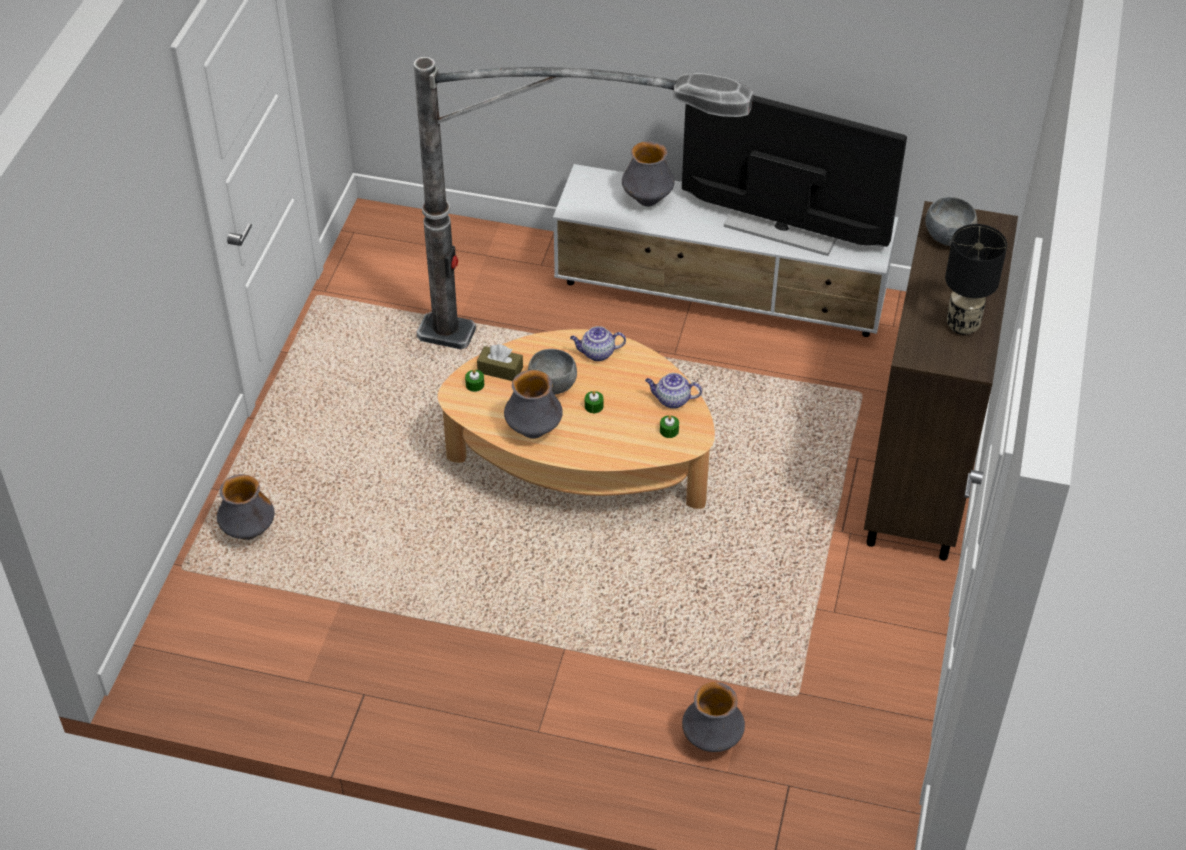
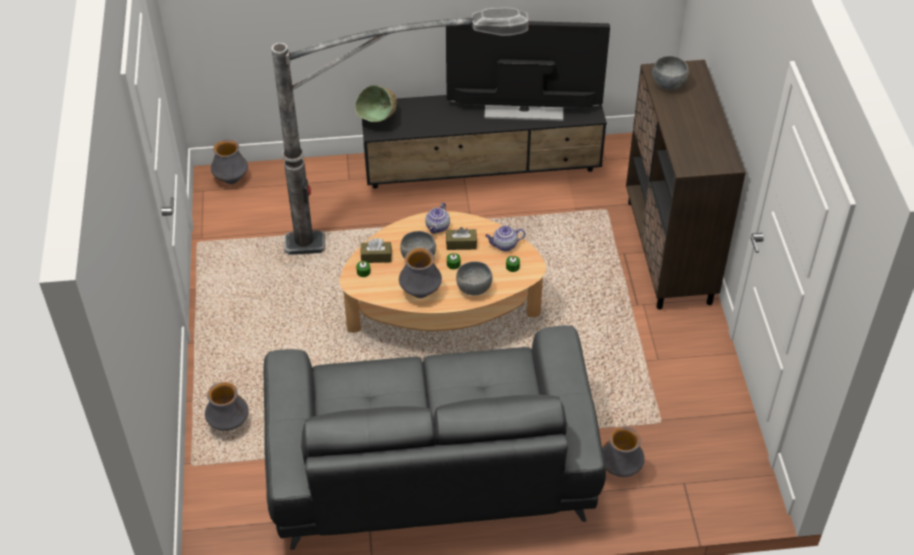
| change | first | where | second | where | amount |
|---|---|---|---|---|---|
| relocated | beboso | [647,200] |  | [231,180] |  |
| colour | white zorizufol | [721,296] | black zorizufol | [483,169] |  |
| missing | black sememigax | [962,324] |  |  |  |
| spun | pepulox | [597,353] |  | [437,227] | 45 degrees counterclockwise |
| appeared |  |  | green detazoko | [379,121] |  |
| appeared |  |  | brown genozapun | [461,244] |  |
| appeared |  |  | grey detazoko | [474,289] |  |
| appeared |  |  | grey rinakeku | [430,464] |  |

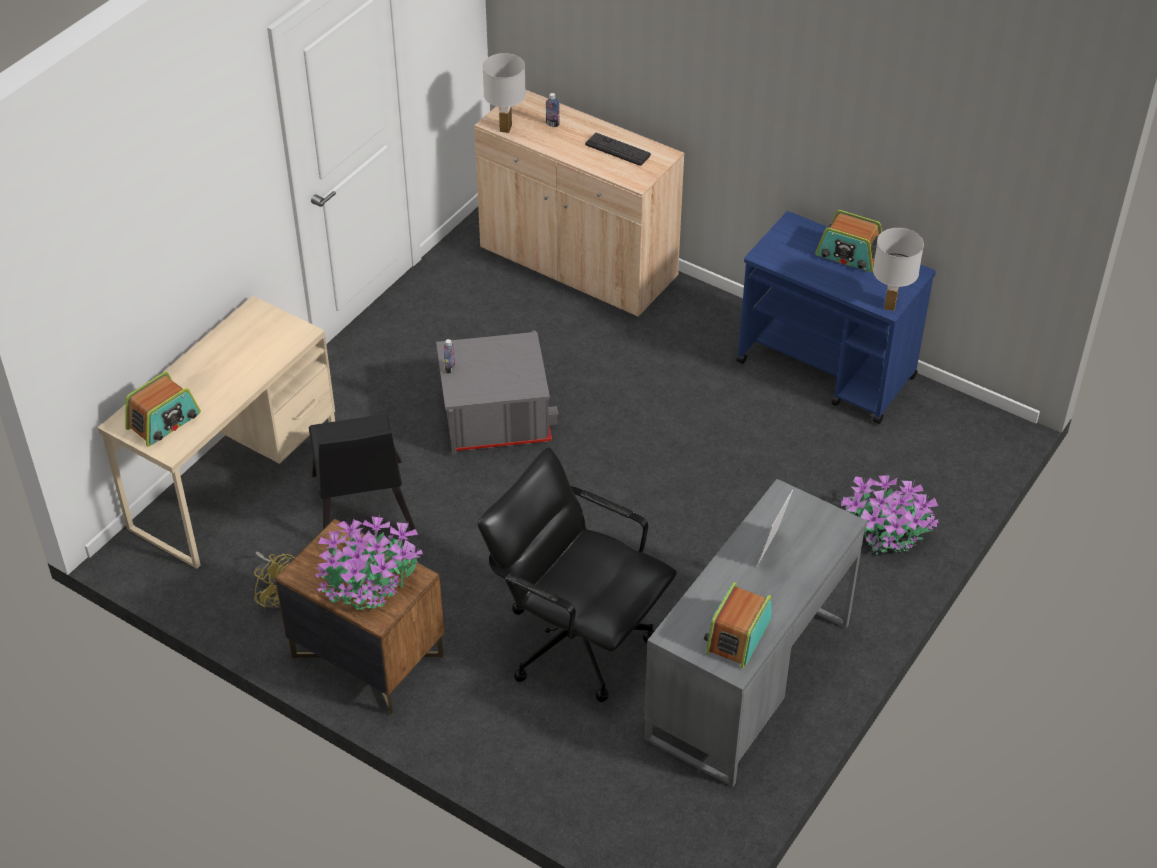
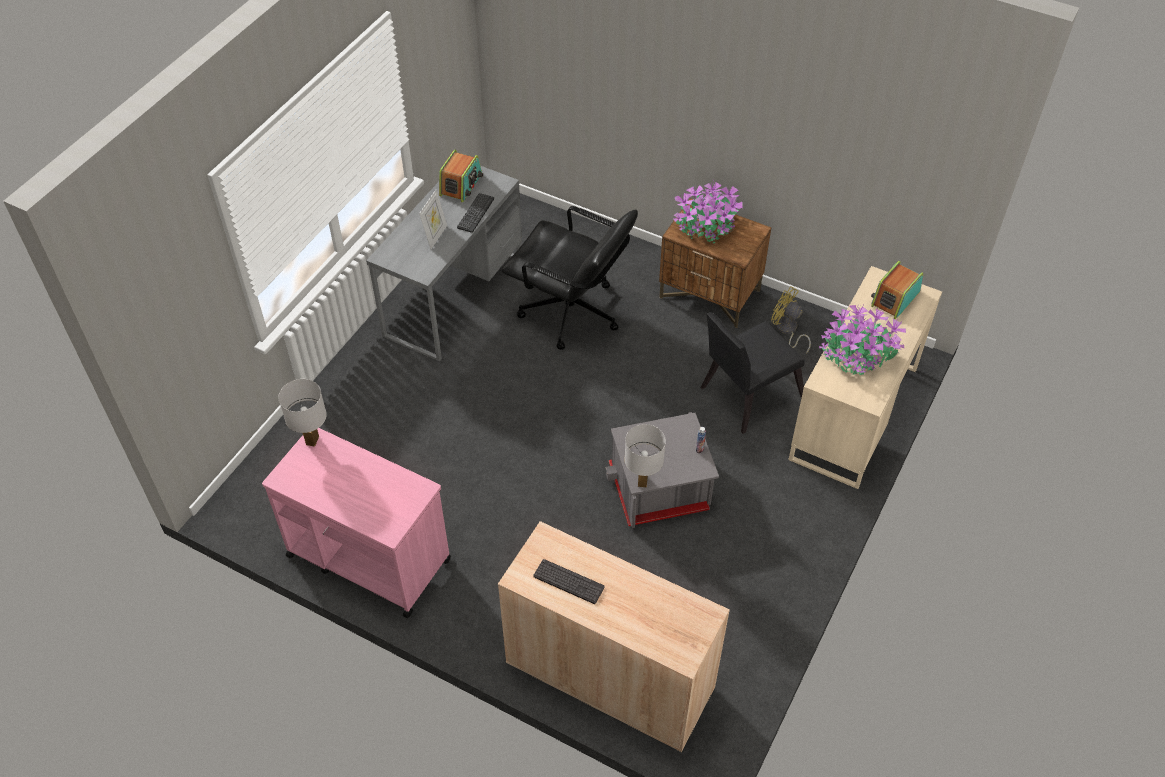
| change | first | where | second | where | amount |
|---|---|---|---|---|---|
| relocated | white sememigax | [506,128] |  | [642,481] |  |
| missing | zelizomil | [552,124] |  |  |  |
| missing | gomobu | [849,254] |  |  |  |
| colour | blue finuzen | [827,370] | pink finuzen | [368,557] |  |
| spun | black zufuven | [362,510] |  | [746,396] | 105 degrees counterclockwise |
| relocated | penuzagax | [887,532] |  | [857,356] |  |
| appeared |  |  | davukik | [475,213] |  |

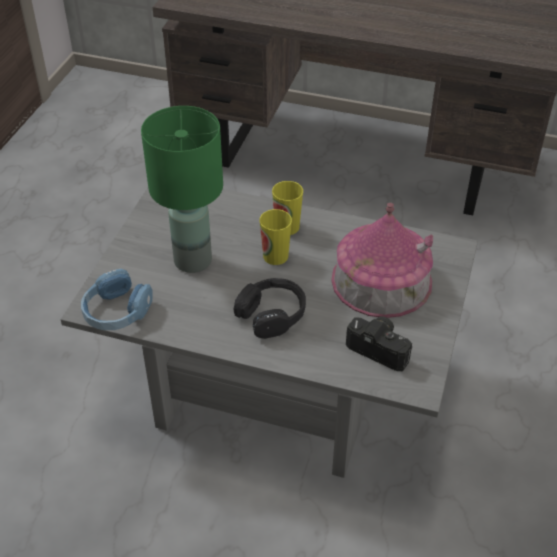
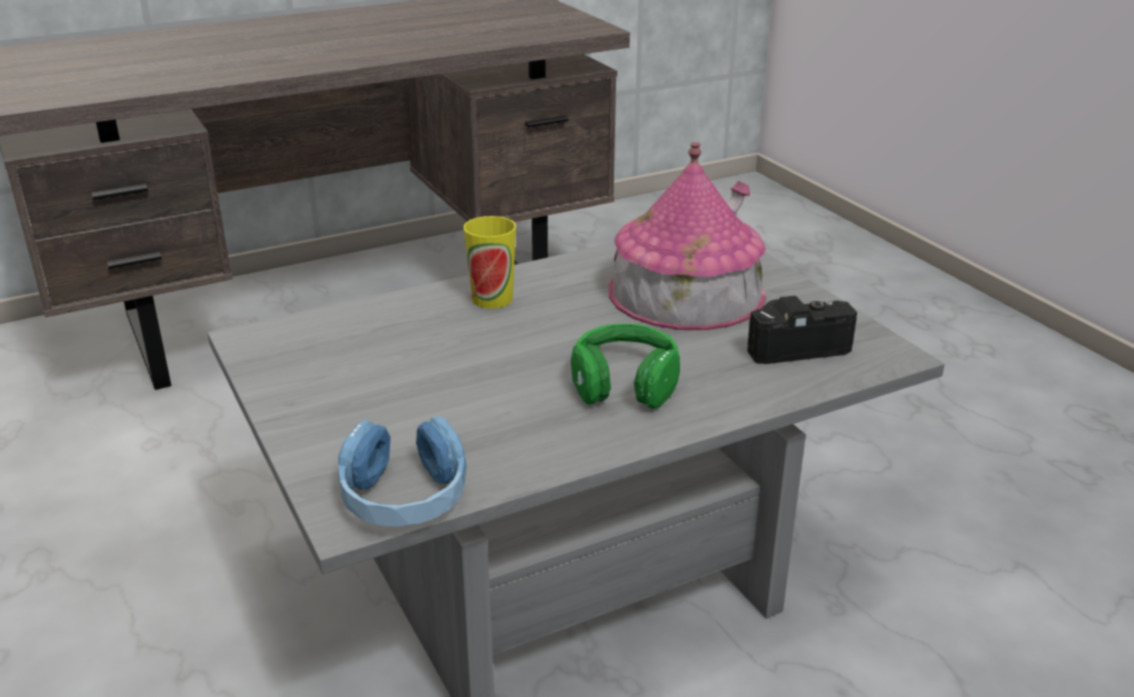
| change | first | where | second | where | amount |
|---|---|---|---|---|---|
| missing | green sememigax | [192,261] |  |  |  |
| missing | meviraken | [275,256] |  |  |  |
| colour | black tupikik | [272,315] | green tupikik | [624,382] |  |

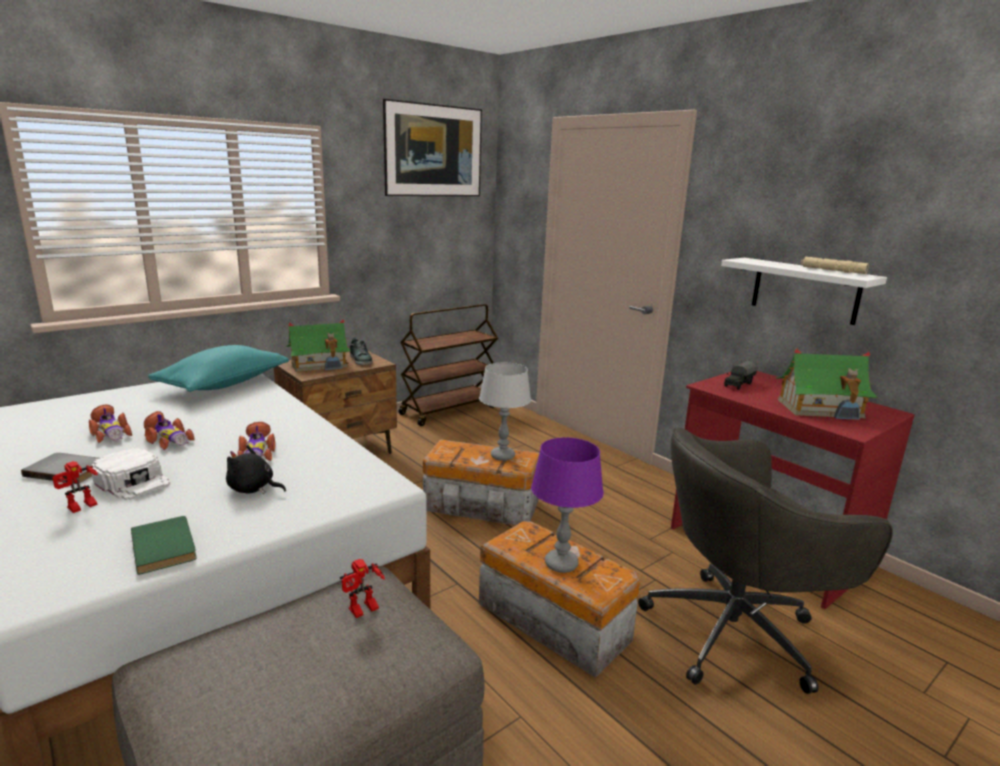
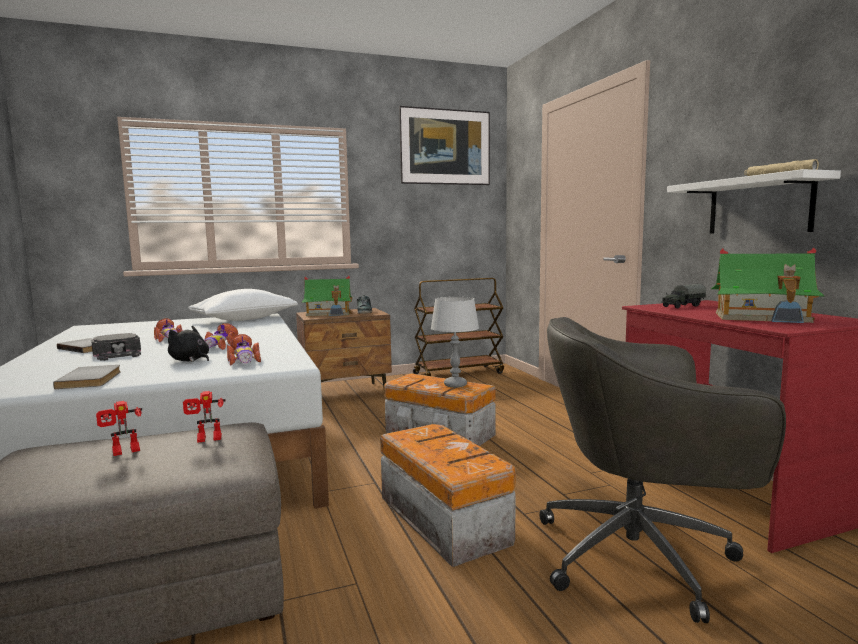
| change | first | where | second | where | amount |
|---|---|---|---|---|---|
| colour | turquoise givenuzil | [224,384] | white givenuzil | [245,319] |  |
| relocated | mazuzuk | [110,433] |  | [244,360] |  |
| missing | purple sememigax | [561,564] |  |  |  |
| colour | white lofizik | [133,481] | black lofizik | [118,353] |  |
| relocated | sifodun | [81,508] |  | [124,452] |  |
| colour | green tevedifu | [167,546] | grey tevedifu | [92,379] |  |

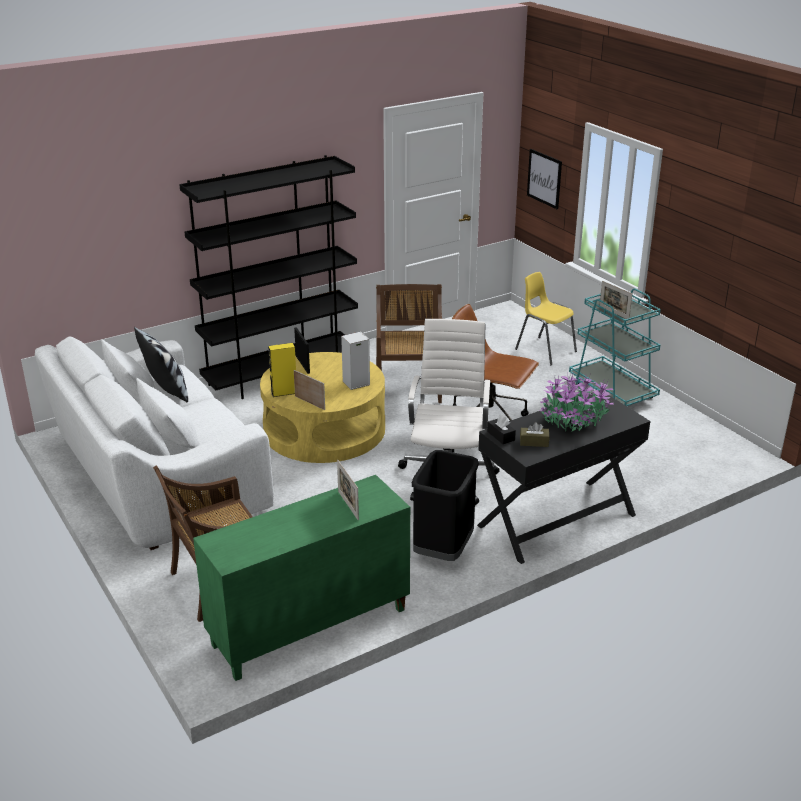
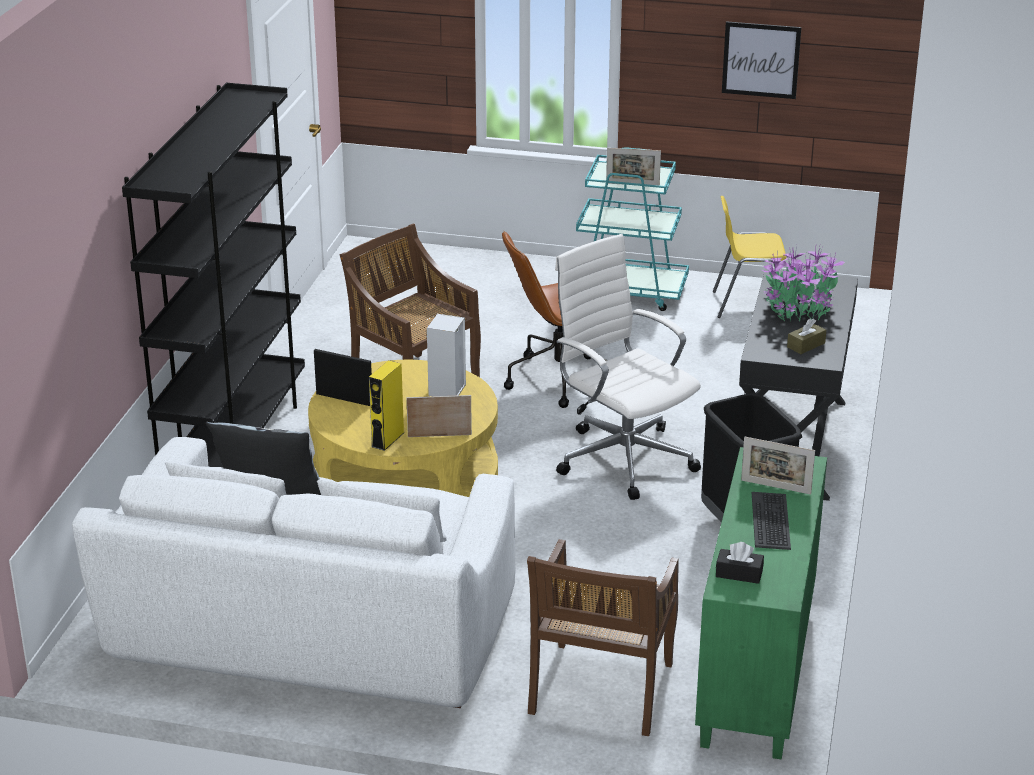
| change | first | where | second | where | amount |
|---|---|---|---|---|---|
| relocated | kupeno | [544,178] |  | [761,60] |  |
| relocated | yellow zufuven | [545,350] |  | [749,304] |  |
| relocated | black genozapun | [501,436] |  | [739,574] |  |
| appeared |  |  | davukik | [771,521] |  |

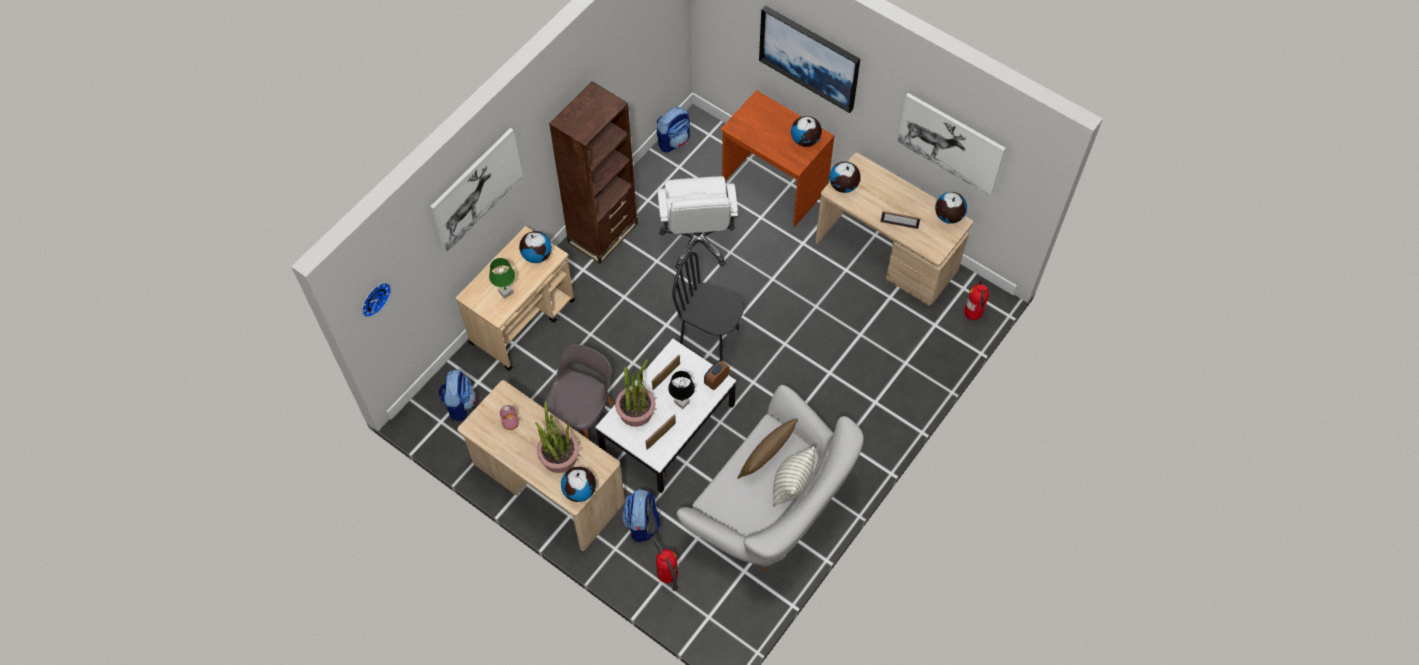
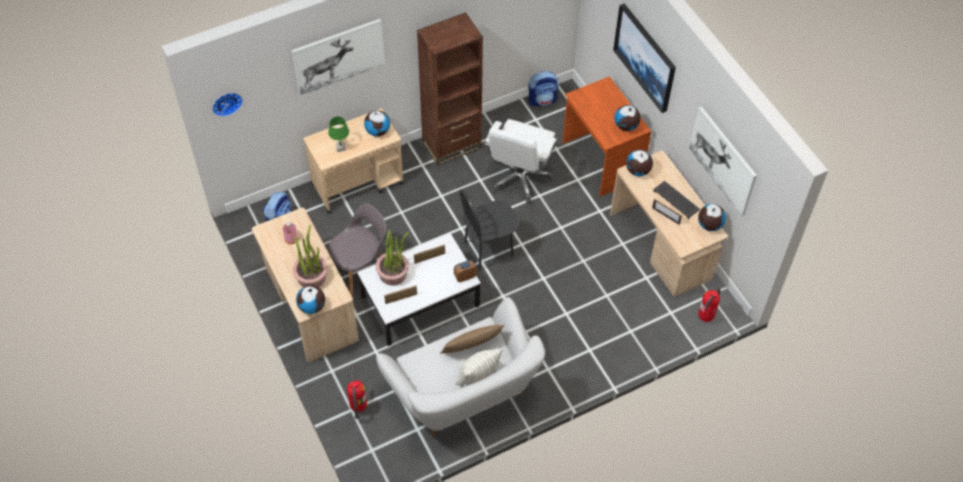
| change | first | where | second | where | amount |
|---|---|---|---|---|---|
| spun | black zufuven | [709,336] |  | [488,249] | 75 degrees counterclockwise |
| missing | black sememigax | [681,402] |  |  |  |
| missing | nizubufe | [642,524] |  |  |  |
| appeared |  |  | davukik | [677,200] |  |

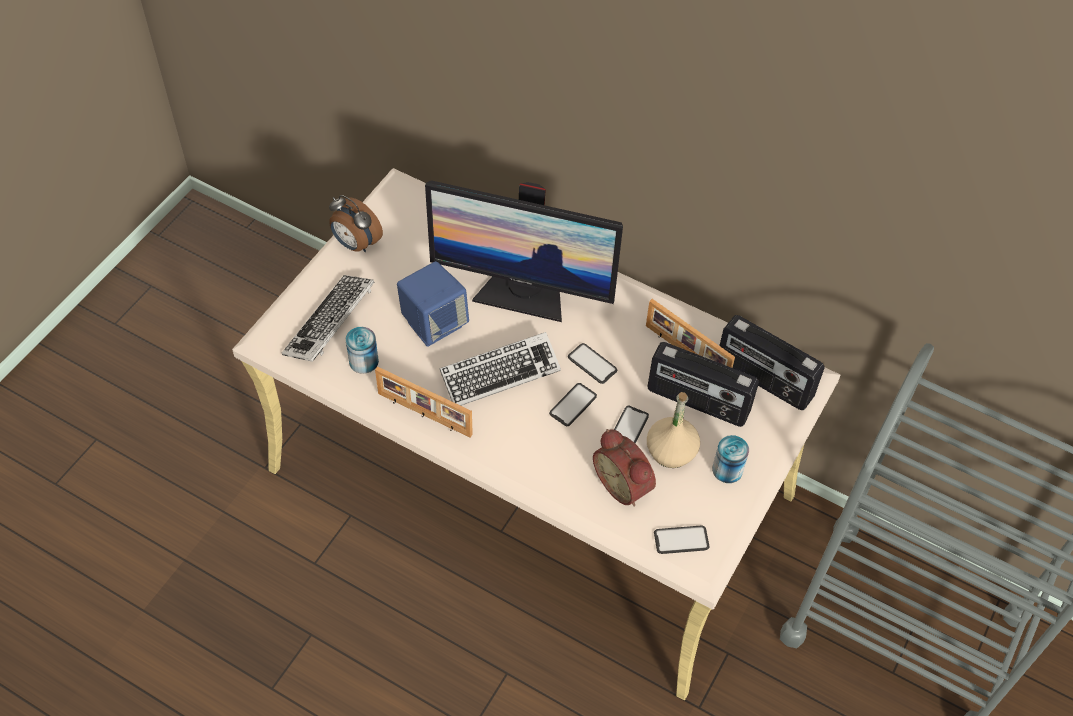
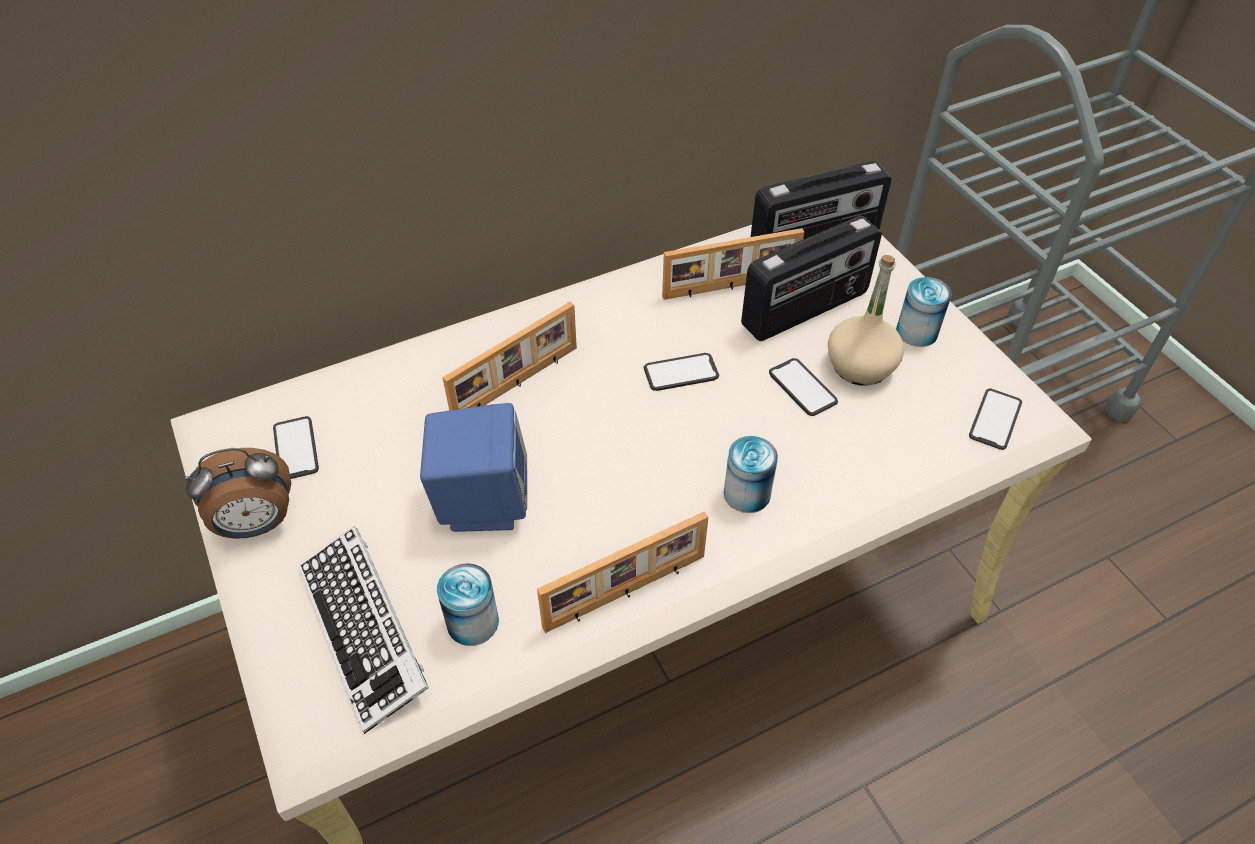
| change | first | where | second | where | amount |
|---|---|---|---|---|---|
| exchanged | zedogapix | [523,293] | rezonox | [517,384] |  |
| missing | davukik | [500,373] |  |  |  |
| relocated | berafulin | [573,405] |  | [296,449] |  |
| missing | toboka | [624,484] |  |  |  |
| appeared |  |  | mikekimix | [747,493] |  |

